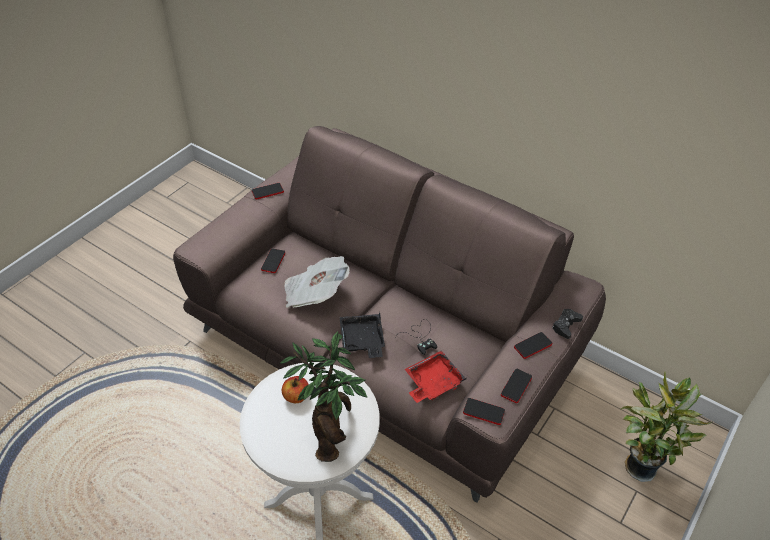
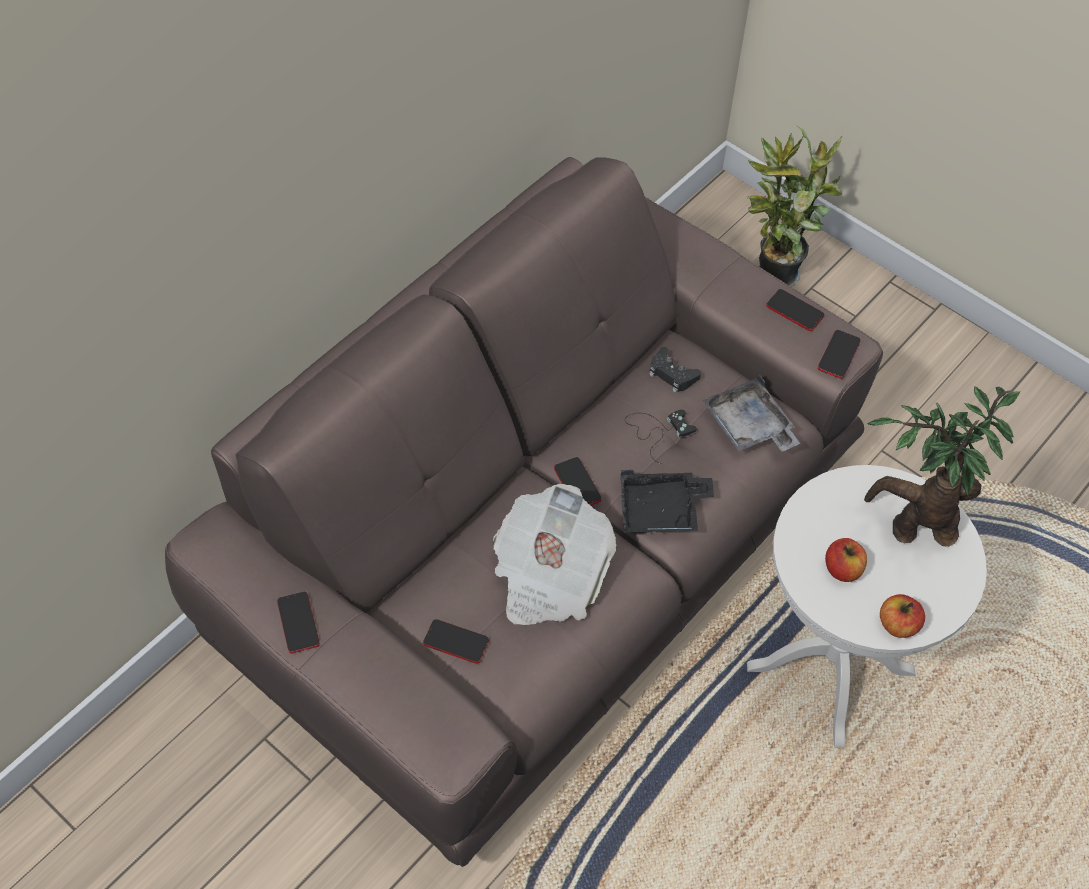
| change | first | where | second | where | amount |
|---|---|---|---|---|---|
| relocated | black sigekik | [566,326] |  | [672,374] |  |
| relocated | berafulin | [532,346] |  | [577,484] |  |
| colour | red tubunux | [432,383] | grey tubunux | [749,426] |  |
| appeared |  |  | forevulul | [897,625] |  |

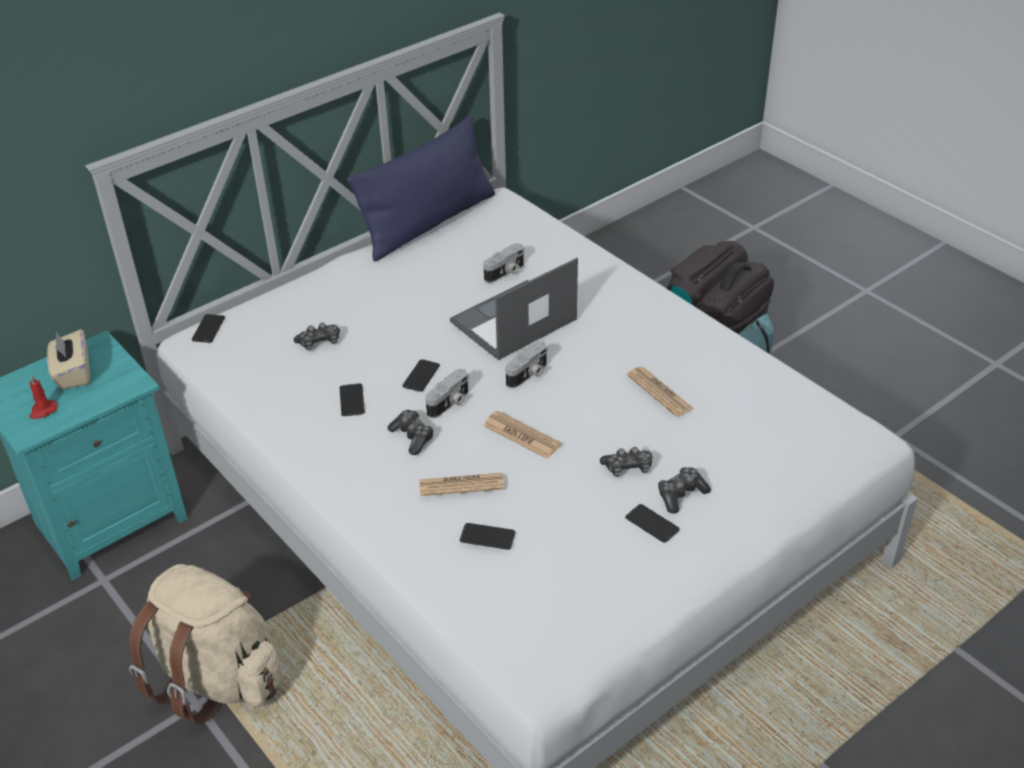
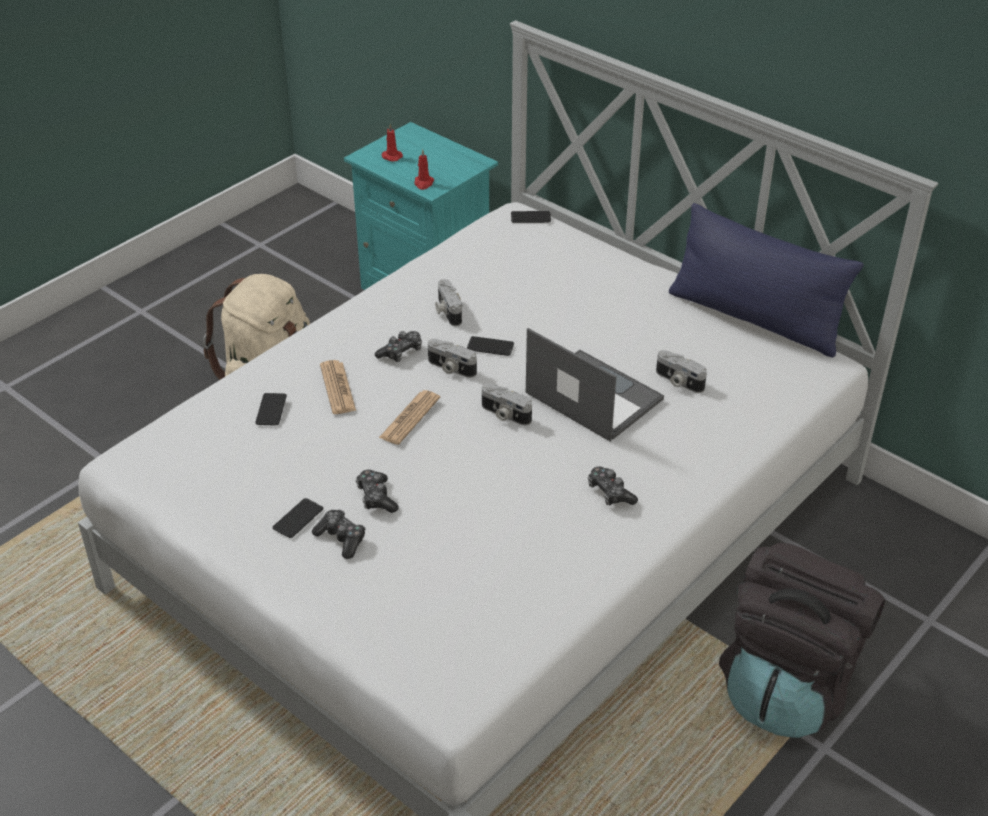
| change | first | where | second | where | amount |
|---|---|---|---|---|---|
| relocated | sigekik | [319,342] |  | [610,493] |  |
| missing | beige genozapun | [73,373] |  |  |  |
| missing | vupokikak | [659,392] |  |  |  |
| exchanged | berafulin | [352,400] | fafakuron | [447,311] |  |
| appeared |  |  | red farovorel | [423,183] |  |

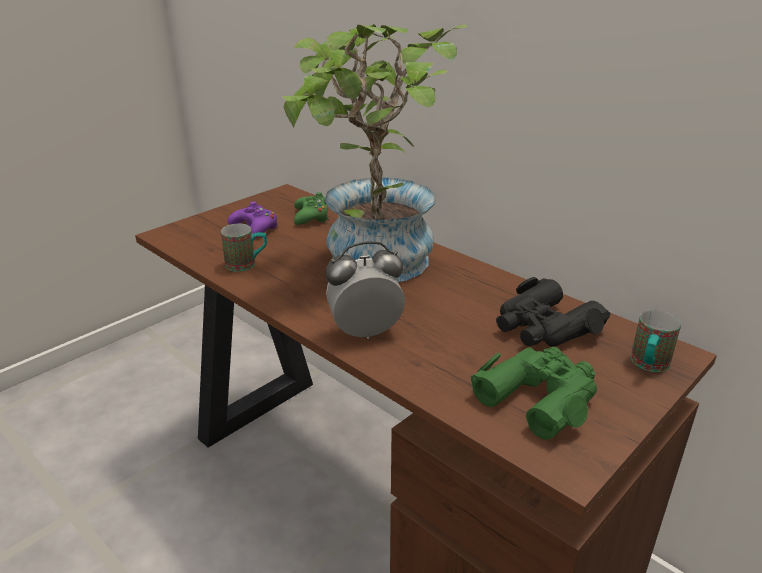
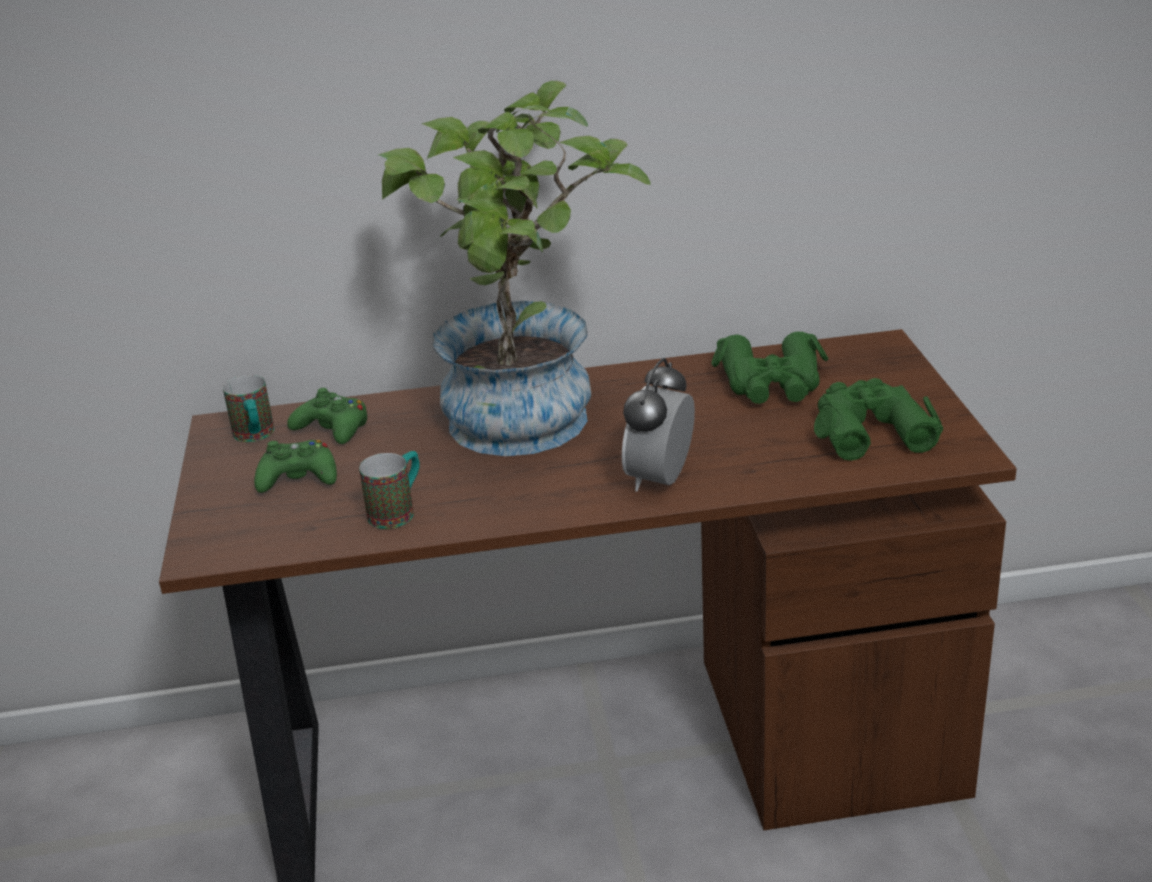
| change | first | where | second | where | amount |
|---|---|---|---|---|---|
| colour | purple sigekik | [255,227] | green sigekik | [298,477] |  |
| colour | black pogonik | [544,327] | green pogonik | [771,383] |  |
| relocated | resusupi | [648,365] |  | [255,436] |  |

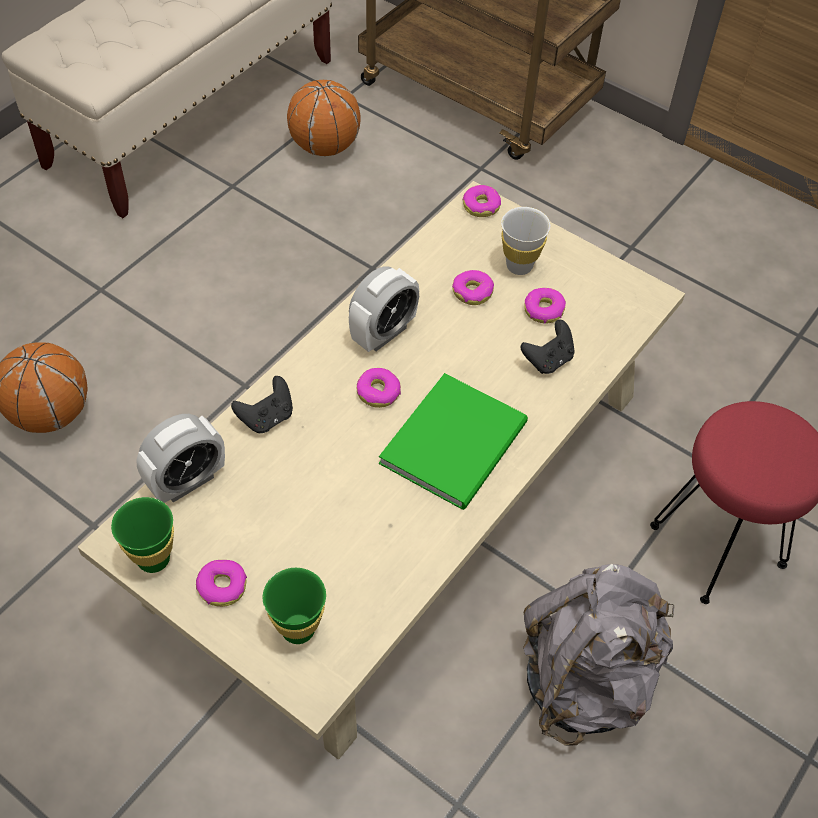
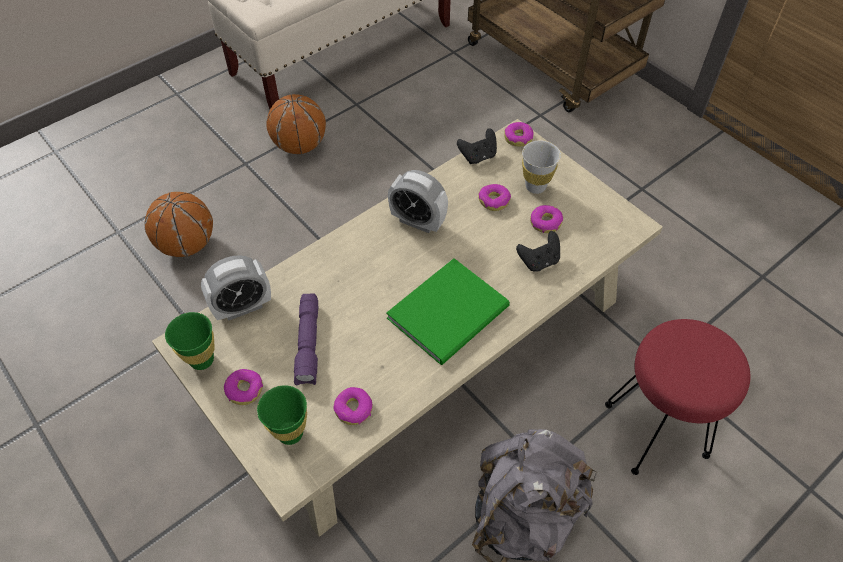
| change | first | where | second | where | amount |
|---|---|---|---|---|---|
| relocated | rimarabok | [325,147] |  | [300,146] |  |
| spun | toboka | [383,333] |  | [418,221] | 60 degrees clockwise |
| relocated | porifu | [378,392] |  | [353,409] |  |
| relocated | black sigekik | [267,418] |  | [478,156] |  |
| appeared |  |  | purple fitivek | [309,344] |  |

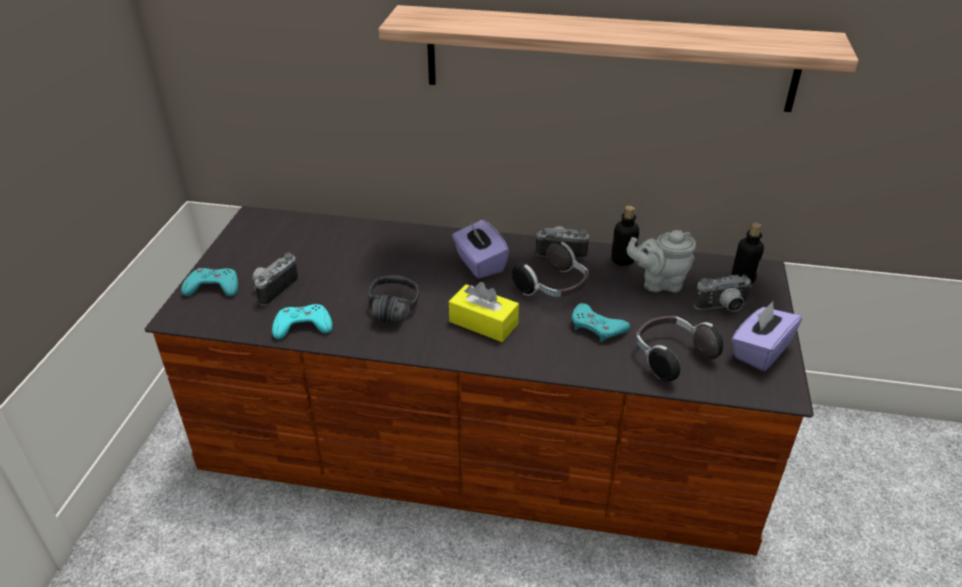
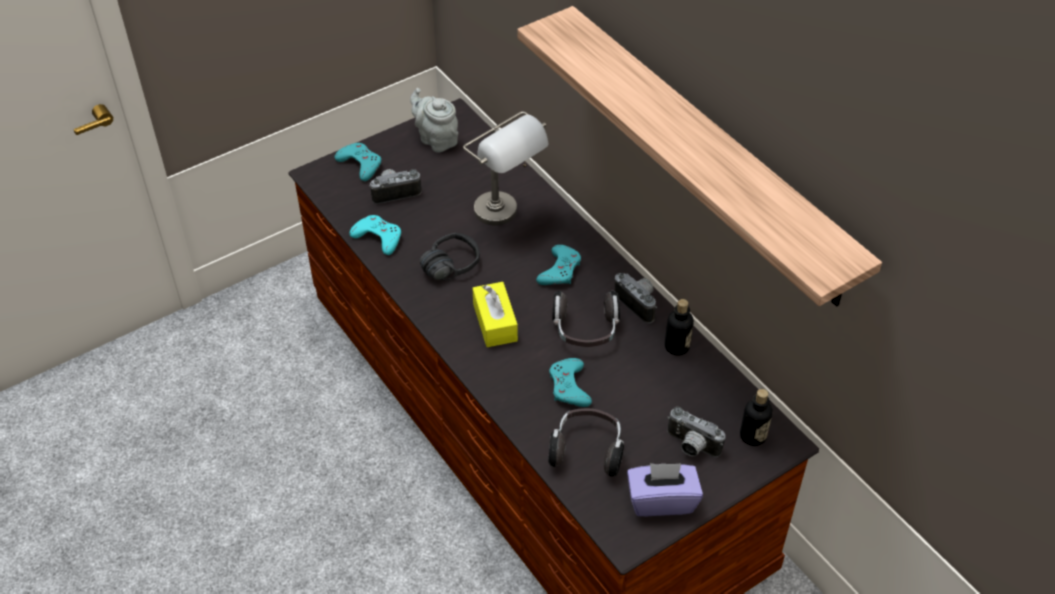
| change | first | where | second | where | amount |
|---|---|---|---|---|---|
| exchanged | purple genozapun | [479,264] | turquoise sigekik | [560,270] |  |
| relocated | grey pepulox | [659,283] |  | [436,139] |  |
| appeared |  |  | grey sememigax | [507,217] |  |

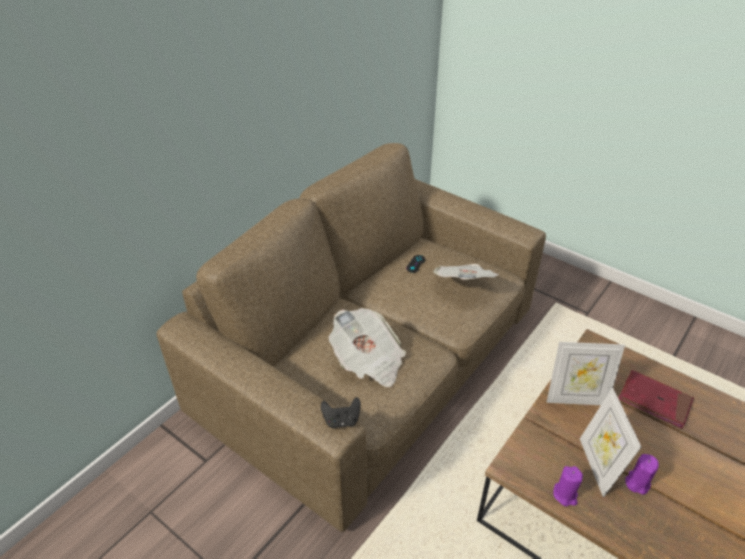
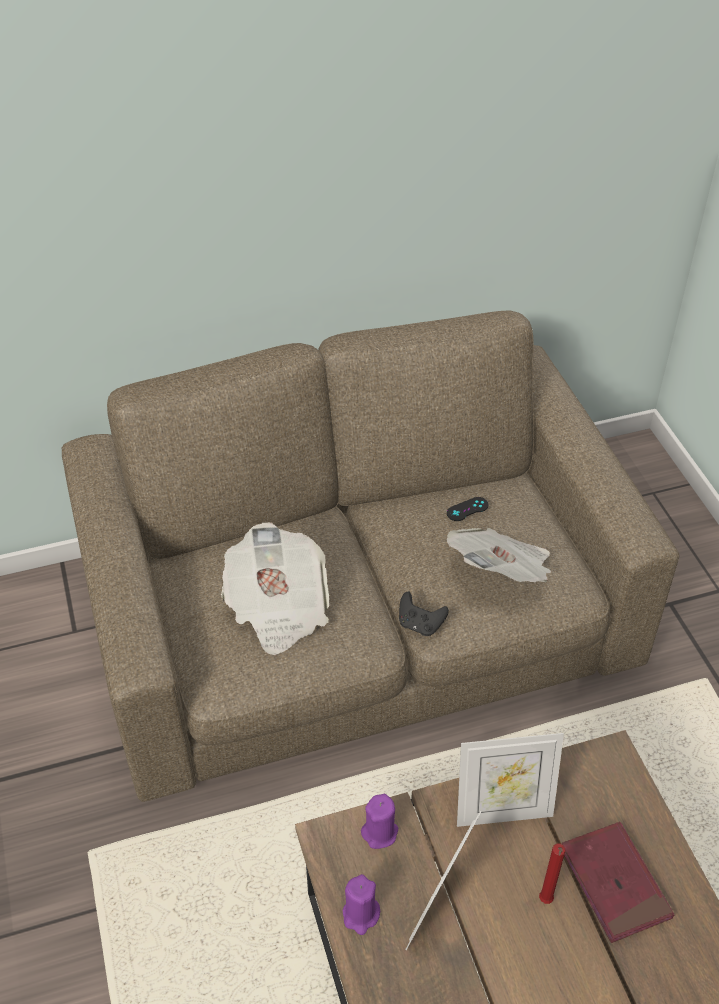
| change | first | where | second | where | amount |
|---|---|---|---|---|---|
| spun | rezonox | [576,399] |  | [503,812] | 45 degrees counterclockwise |
| relocated | black sigekik | [341,420] |  | [420,624] |  |
| relocated | purple farovorel | [637,483] |  | [380,832] |  |
| appeared |  |  | red farovorel | [545,902] |  |

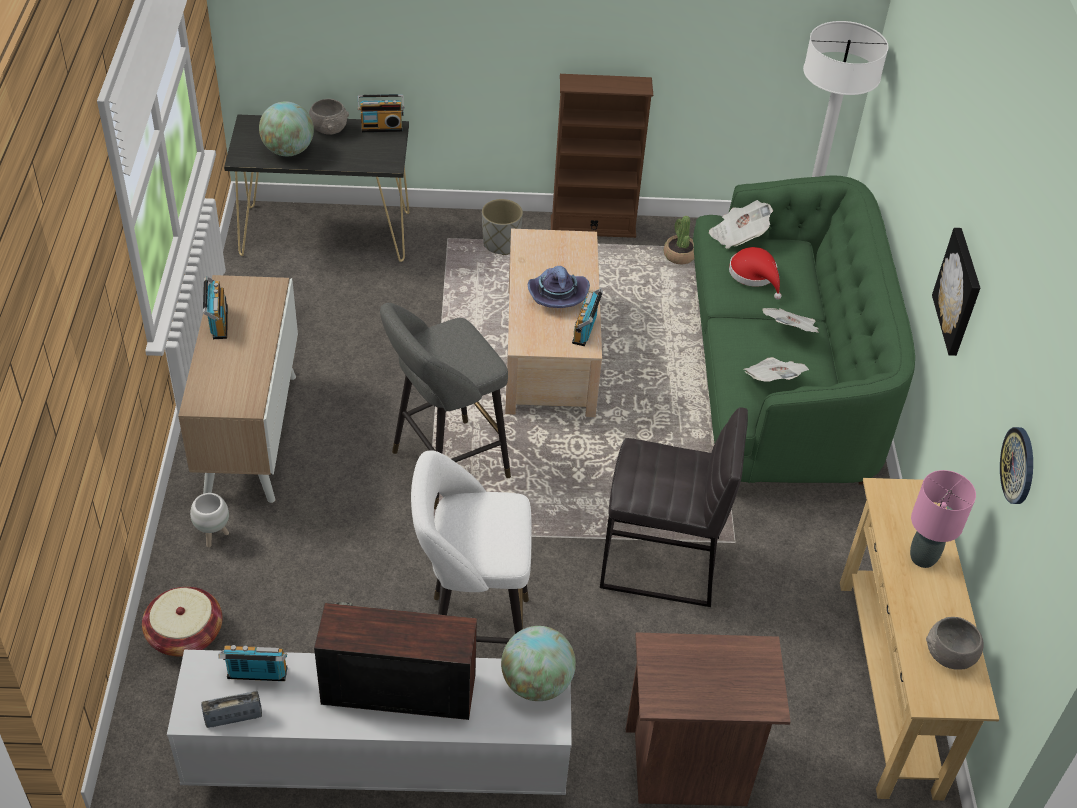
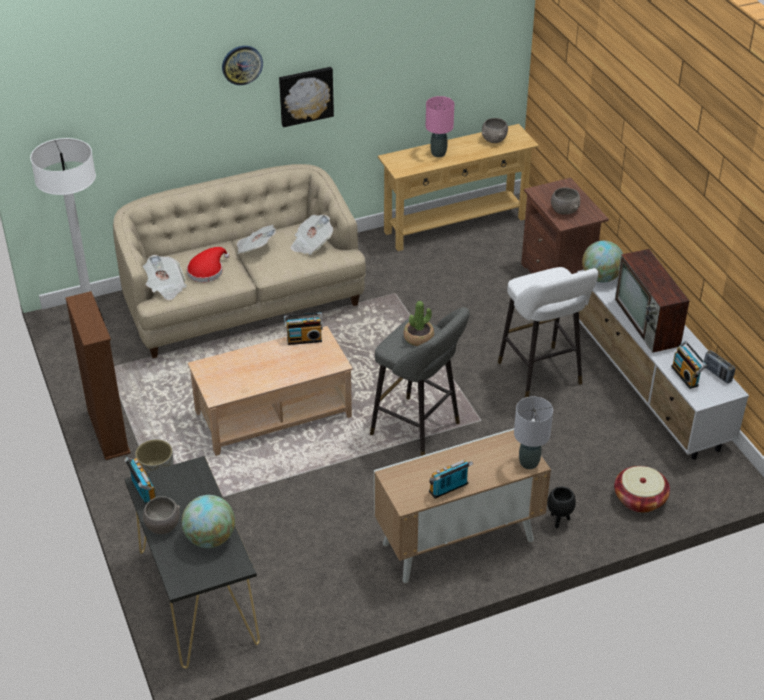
| change | first | where | second | where | amount |
|---|---|---|---|---|---|
| colour | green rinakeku | [778,383] | beige rinakeku | [242,302] |  |
| relocated | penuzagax | [679,255] |  | [418,338] |  |
| missing | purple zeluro | [556,295] |  |  |  |
| missing | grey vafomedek | [661,563] |  |  |  |
| relocated | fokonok | [1019,465] |  | [242,64] |  |
| colour | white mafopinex | [213,536] | black mafopinex | [559,520] |  |
| appeared |  |  | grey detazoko | [564,210] |  |
| appeared |  |  | grey sememigax | [529,463] |  |

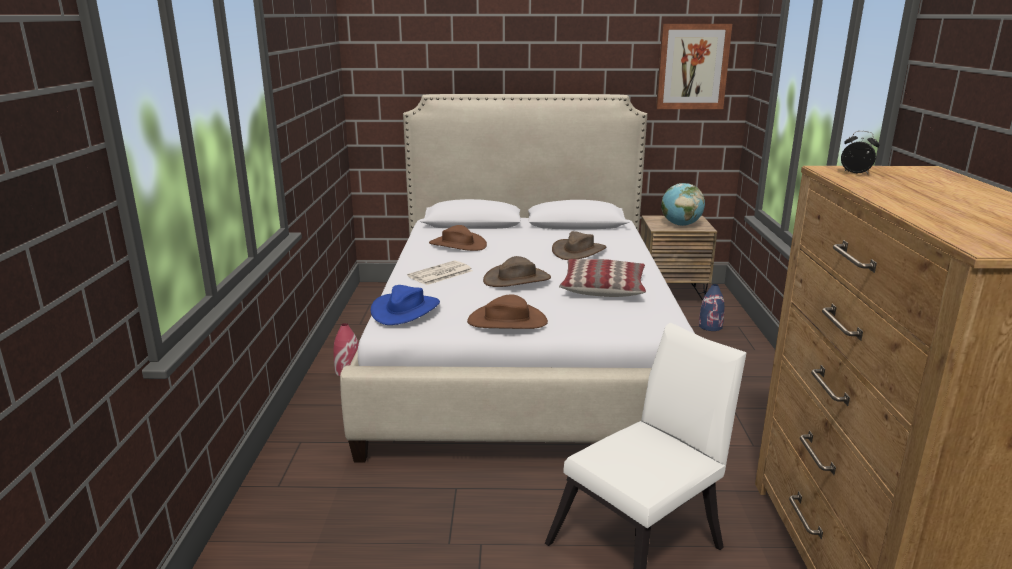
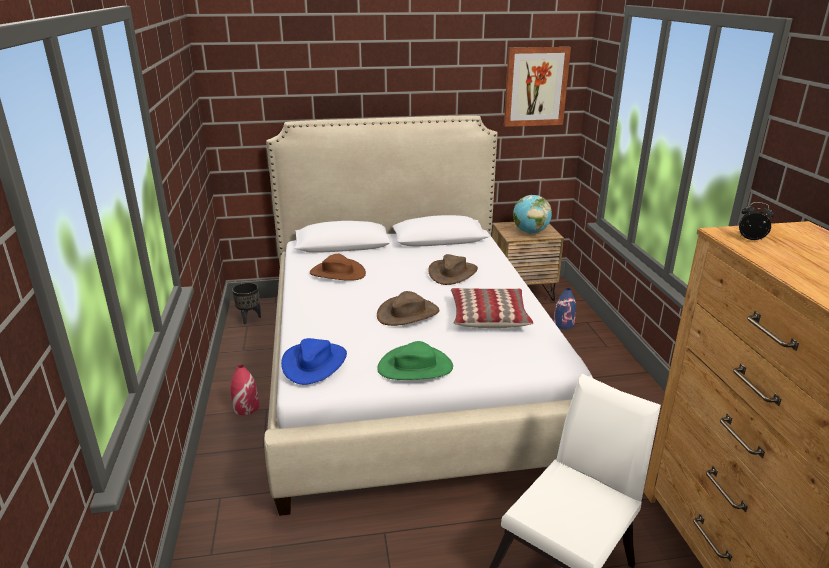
| change | first | where | second | where | amount |
|---|---|---|---|---|---|
| missing | vupokikak | [440,274] |  |  |  |
| colour | brown zeluro | [507,321] | green zeluro | [415,367] |  |
| appeared |  |  | black mafopinex | [249,318] |  |

